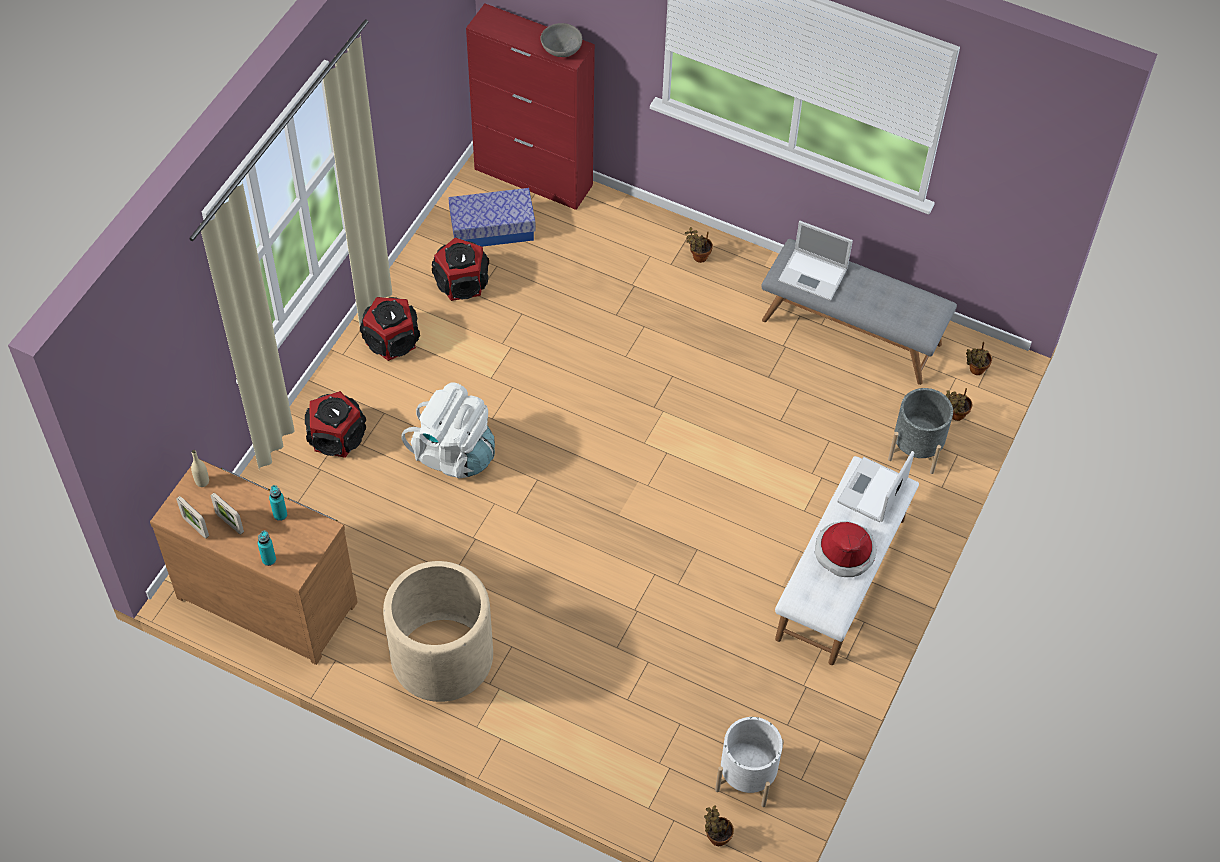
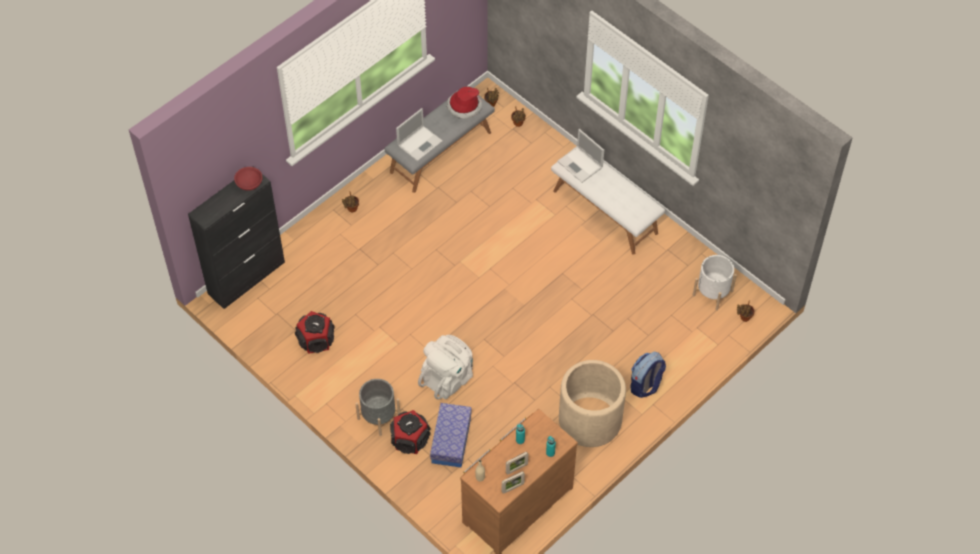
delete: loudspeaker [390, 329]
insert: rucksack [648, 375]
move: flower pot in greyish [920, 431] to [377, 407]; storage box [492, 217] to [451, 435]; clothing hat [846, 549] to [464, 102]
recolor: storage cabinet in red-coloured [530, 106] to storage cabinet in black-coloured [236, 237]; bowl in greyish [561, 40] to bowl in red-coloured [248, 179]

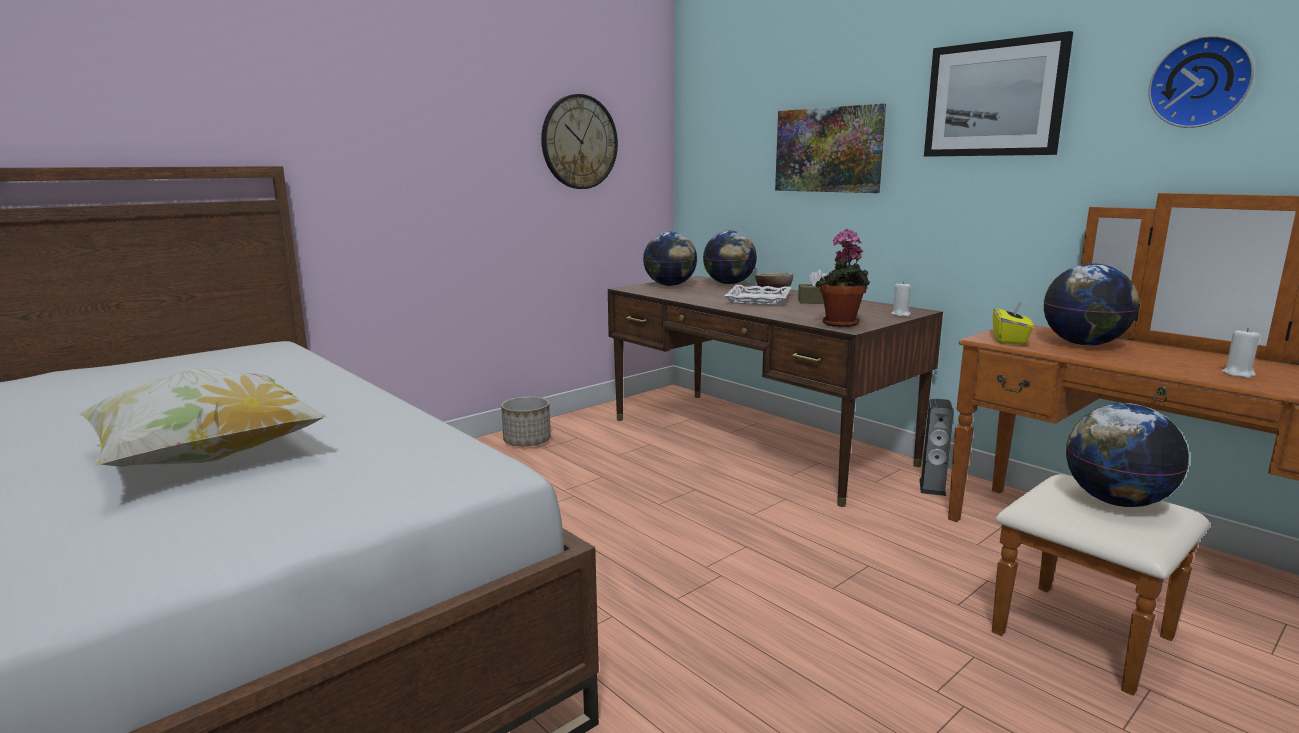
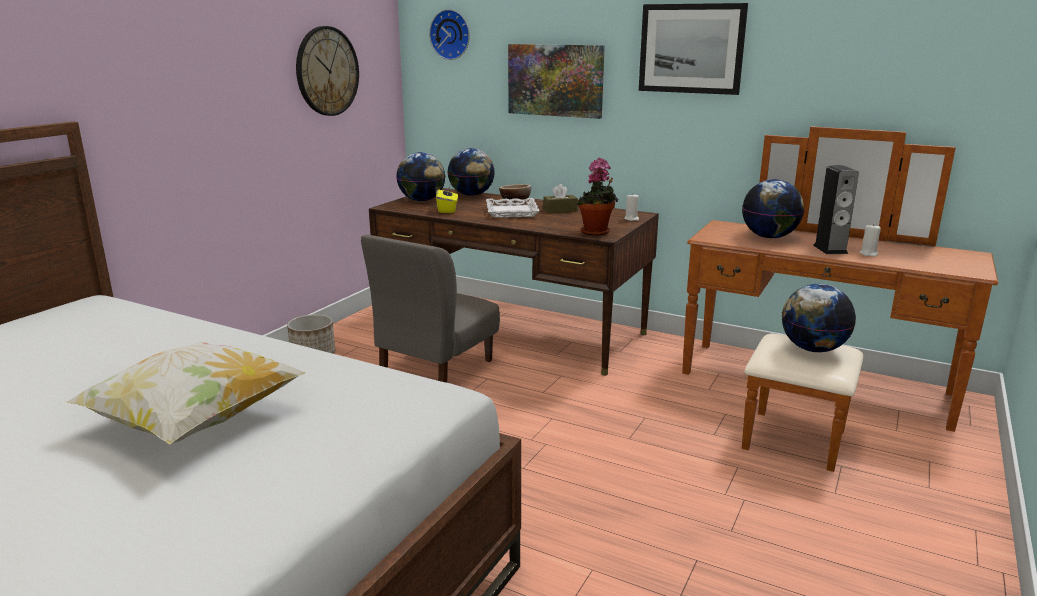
insert: plain chair in greyish [430, 309]
move: wall clock [1201, 81] to [449, 34]; tissue holder in yellowish [1013, 323] to [447, 199]; loudspeaker [936, 447] to [836, 209]

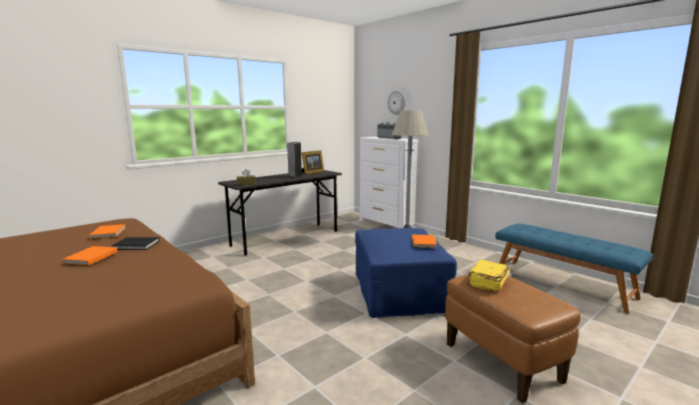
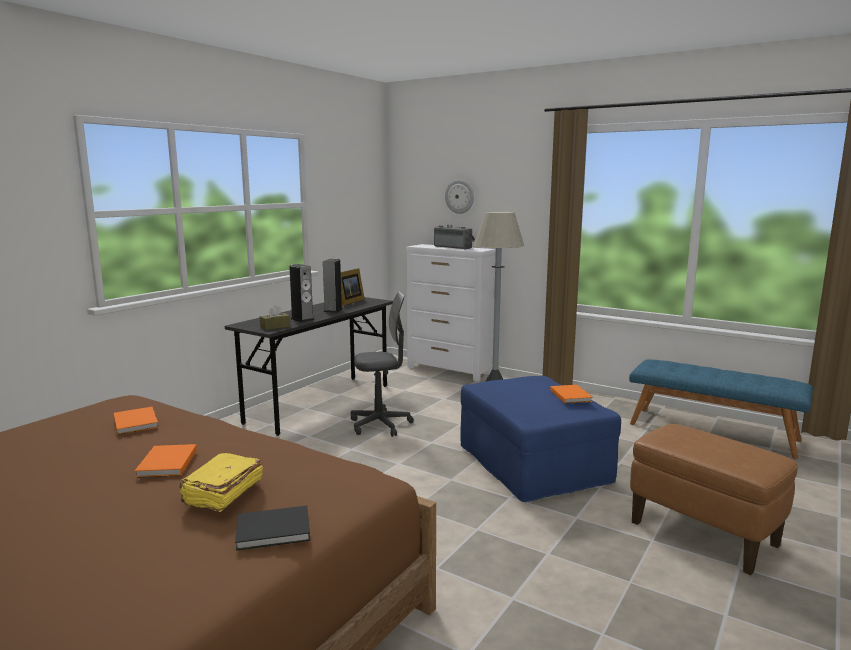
insert: loudspeaker [301, 293]; desk chair in greyish [382, 364]
move: bound book in yellowish [488, 276] to [221, 482]; bound book in black-coloured [135, 243] to [272, 528]

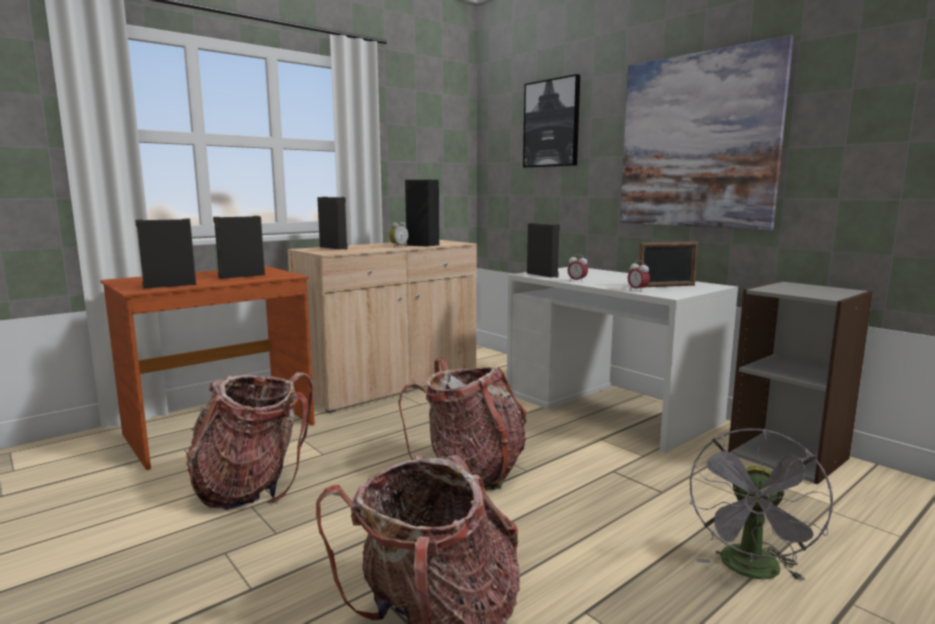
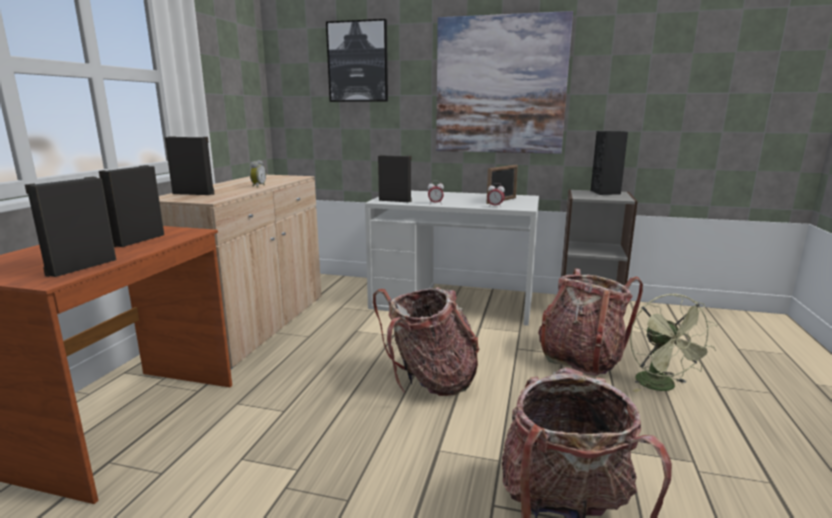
move: rucksack [250, 441] to [590, 322]; loudspeaker in black-coloured [422, 213] to [609, 163]
recolor: cooling fan in greyish [761, 504] to cooling fan in green-coloured [674, 343]

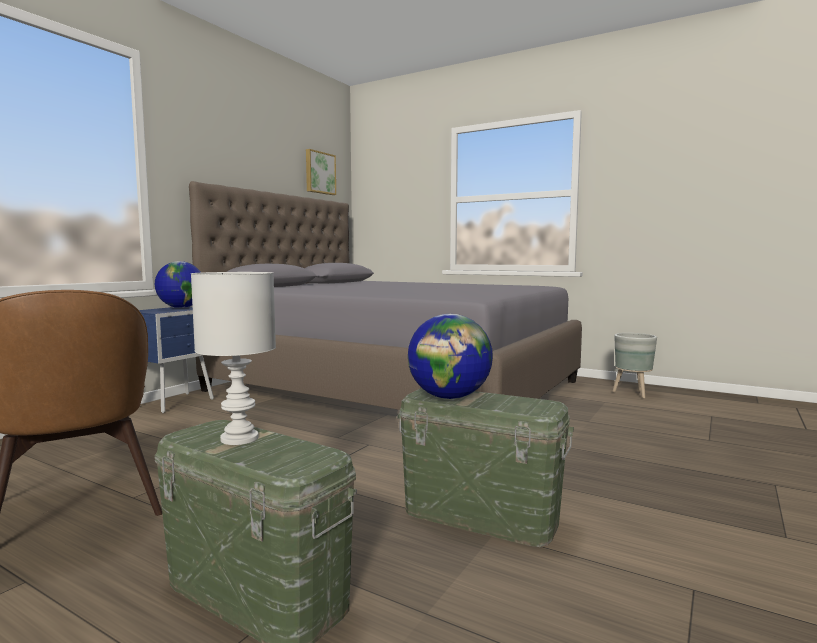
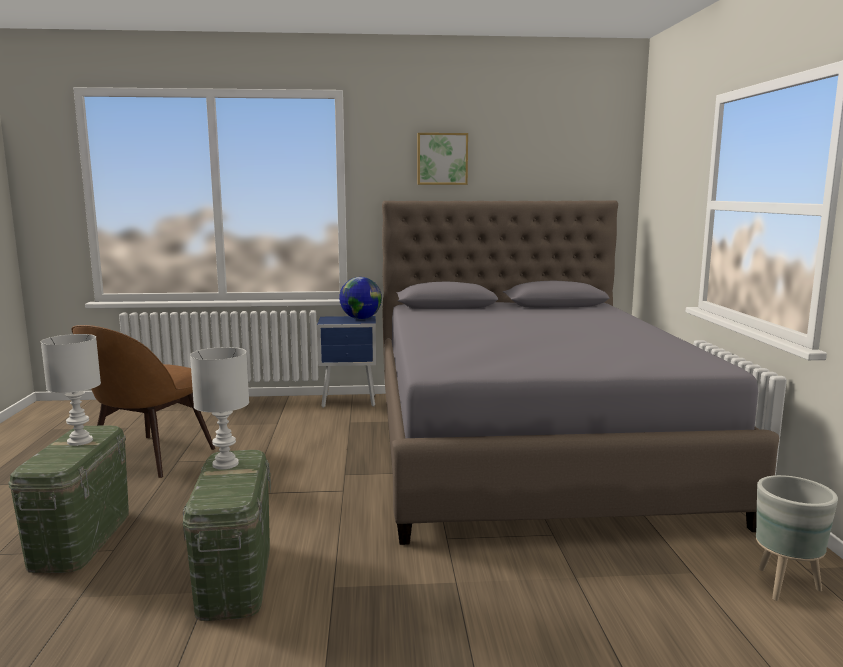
move: wall art [321, 172] to [443, 159]
replace: globe [450, 356] to lamp for a table in white-coloured [219, 408]

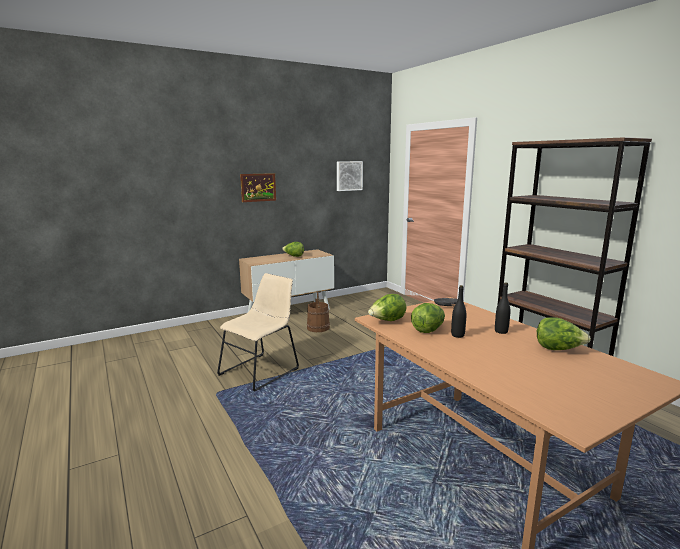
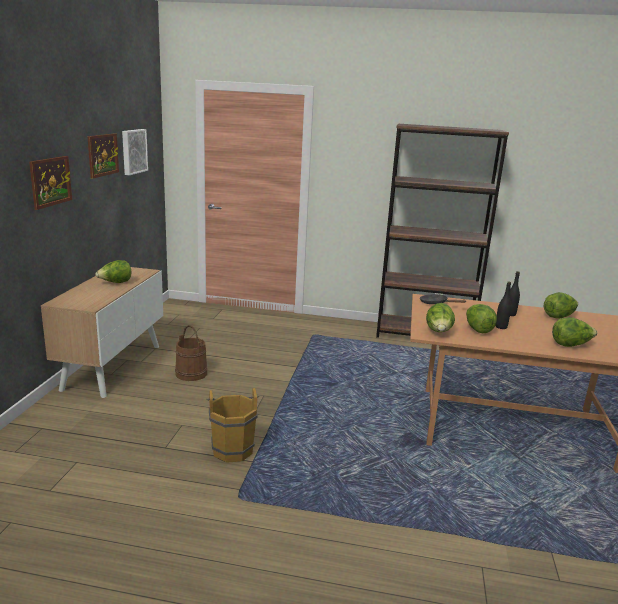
insert: wall art [103, 156]; lettuce head [574, 332]
replace: plain chair in beige [258, 332] to water bucket in brown-coloured [232, 425]

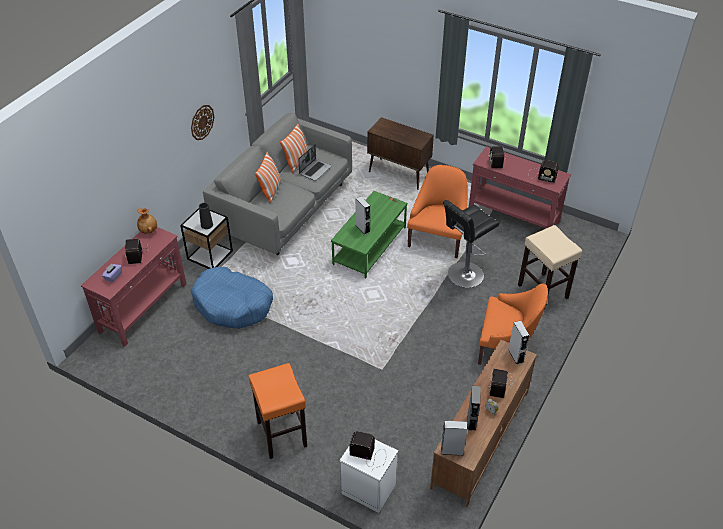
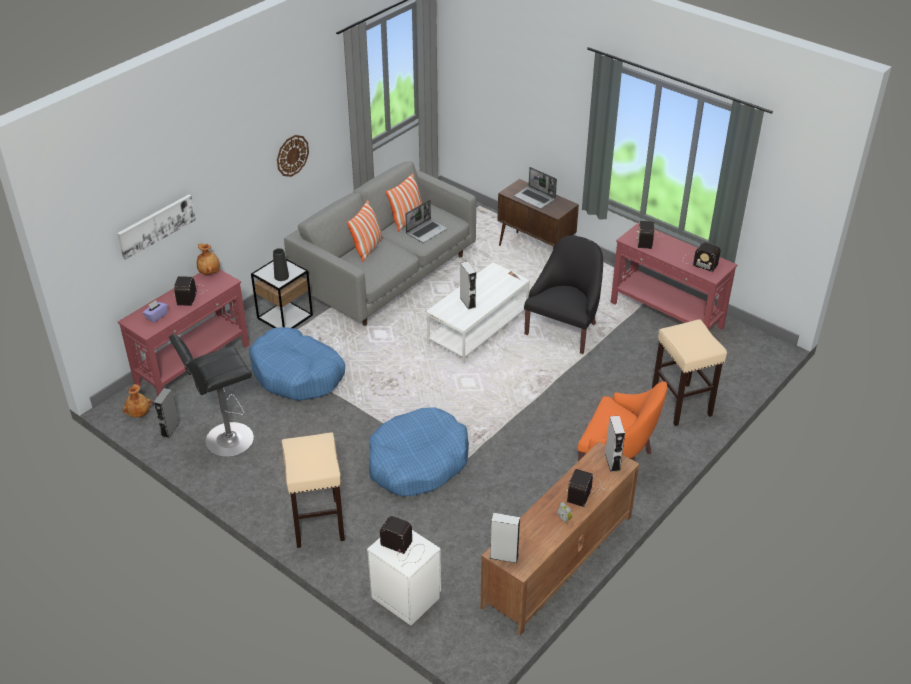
insert: wall art [156, 227]; flower vase in brown-coloured [137, 400]; dog cushion in blue-coloured [419, 451]; notebook computer [535, 188]
move: loudspeaker in greyish [474, 408] to [166, 413]; stool in black-coloured [471, 244] to [211, 395]
recolor: stool in orange [277, 411] to stool in beige [313, 490]; lounge table in green-coloured [369, 234] to lounge table in white-coloured [478, 312]; easy chair in orange [437, 211] to easy chair in black-coloured [563, 295]

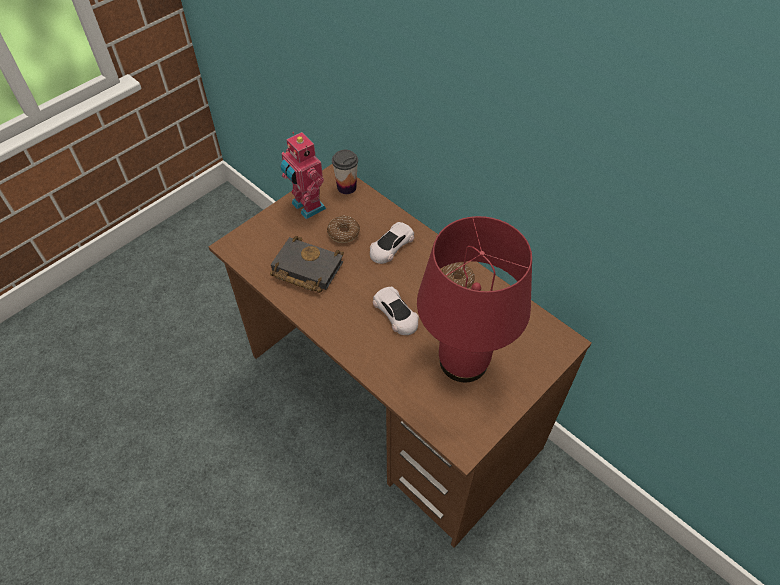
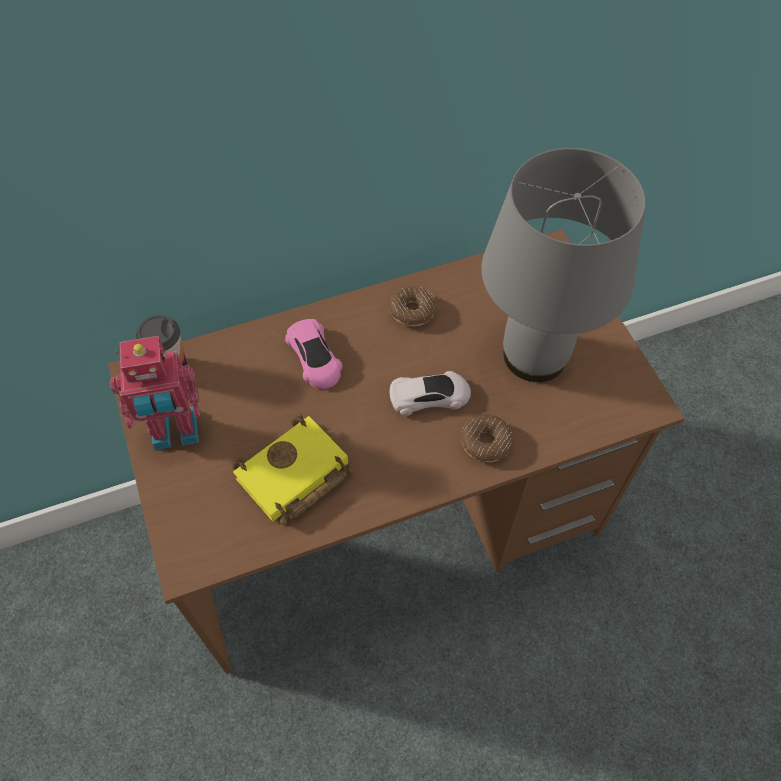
move: ring doughnut [343, 229] to [487, 438]
recolor: bound book in black-coloured [307, 264] to bound book in yellowish [292, 469]; toy car in white-coloured [392, 243] to toy car in pink-coloured [313, 354]; lamp for a table in red-coloured [474, 299] to lamp for a table in greyish [563, 265]

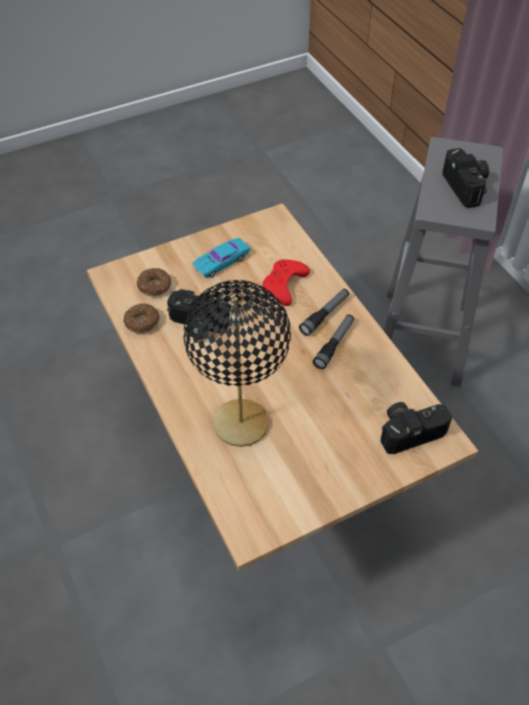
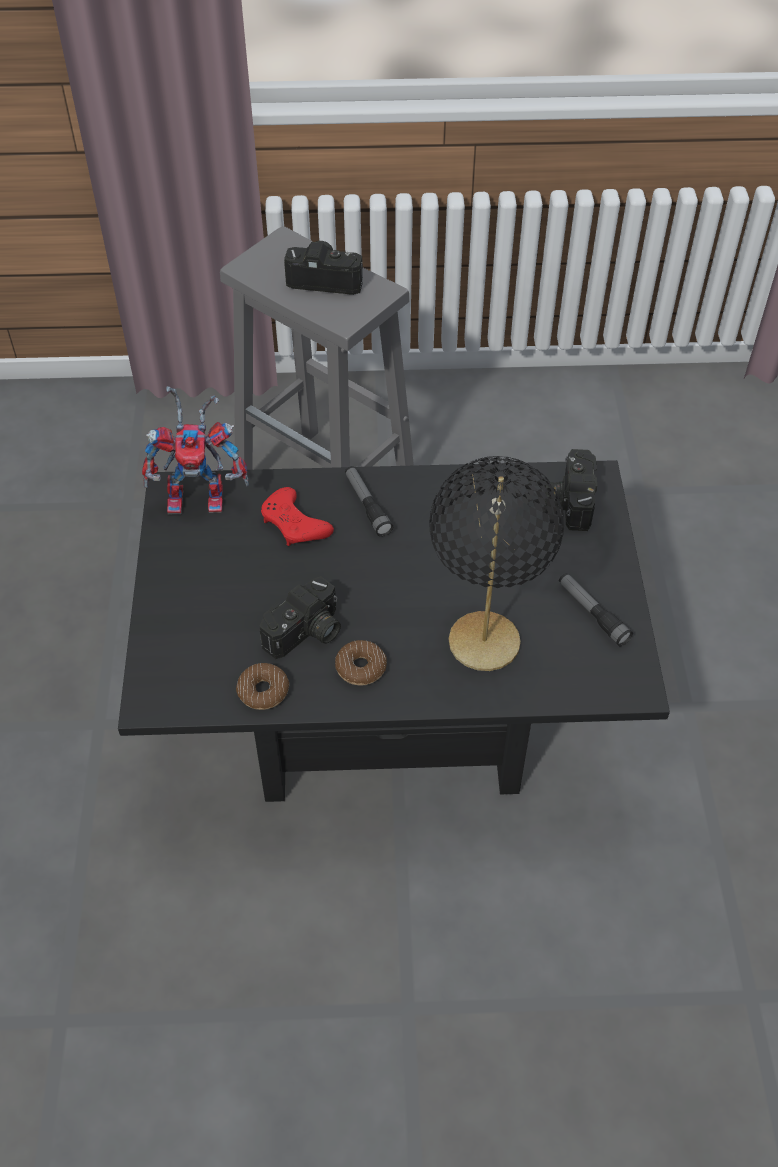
delete: toy car in turquoise-coloured [221, 257]
insert: model robot [195, 450]
move: ring doughnut [154, 282] to [361, 663]; torch [333, 341] to [596, 609]
recolor: lounge table in beige [282, 387] to lounge table in black-coloured [394, 631]

